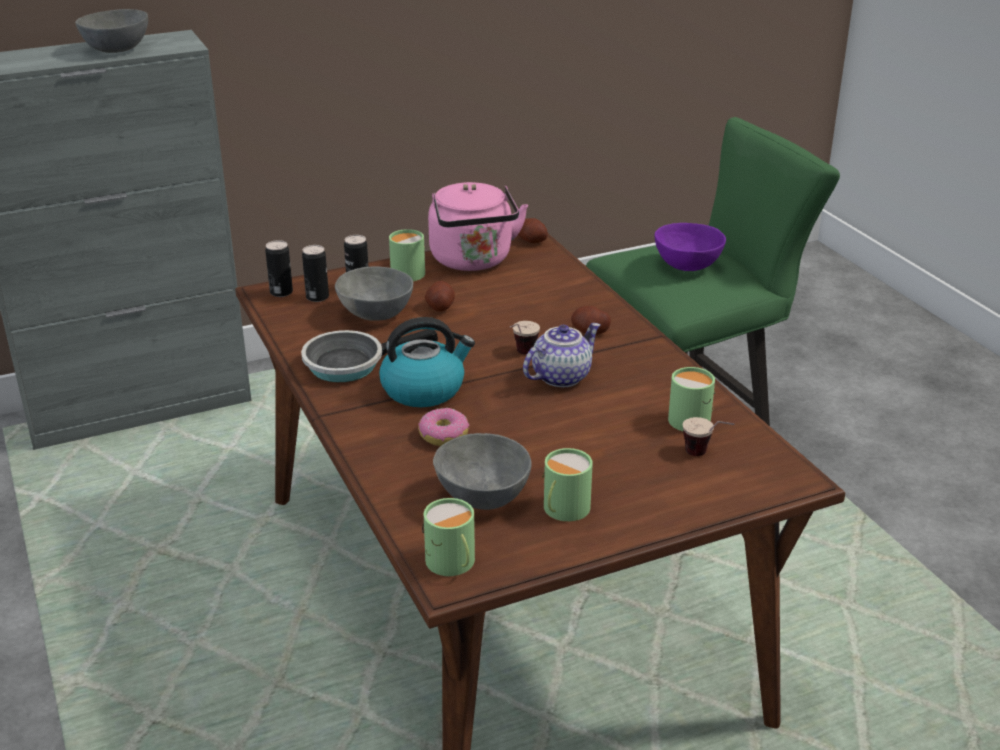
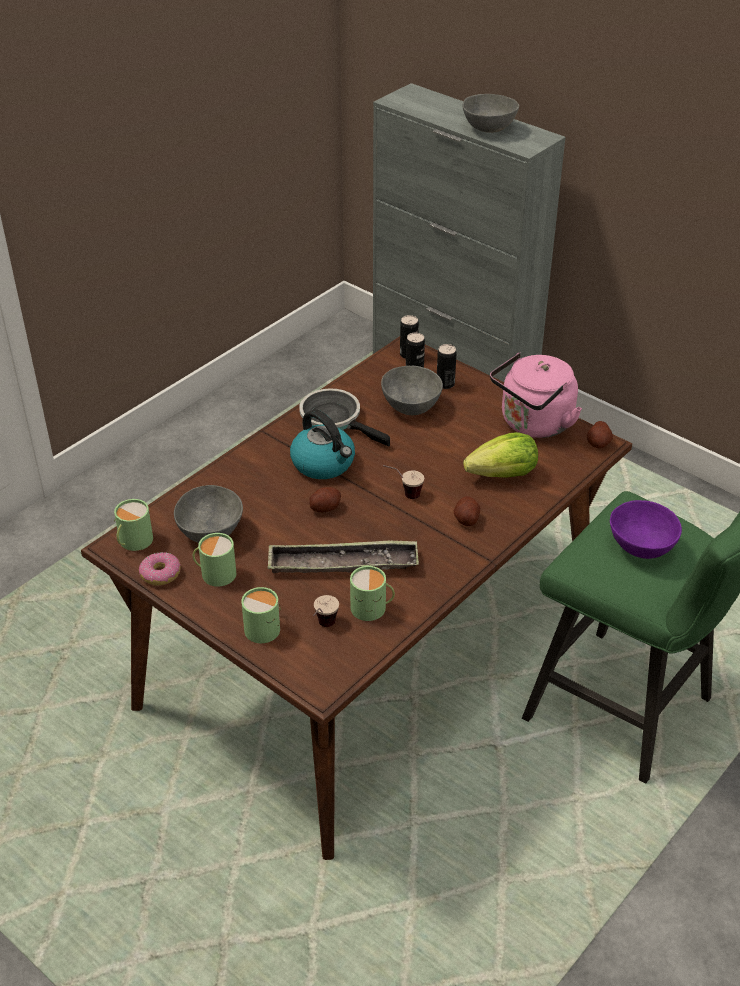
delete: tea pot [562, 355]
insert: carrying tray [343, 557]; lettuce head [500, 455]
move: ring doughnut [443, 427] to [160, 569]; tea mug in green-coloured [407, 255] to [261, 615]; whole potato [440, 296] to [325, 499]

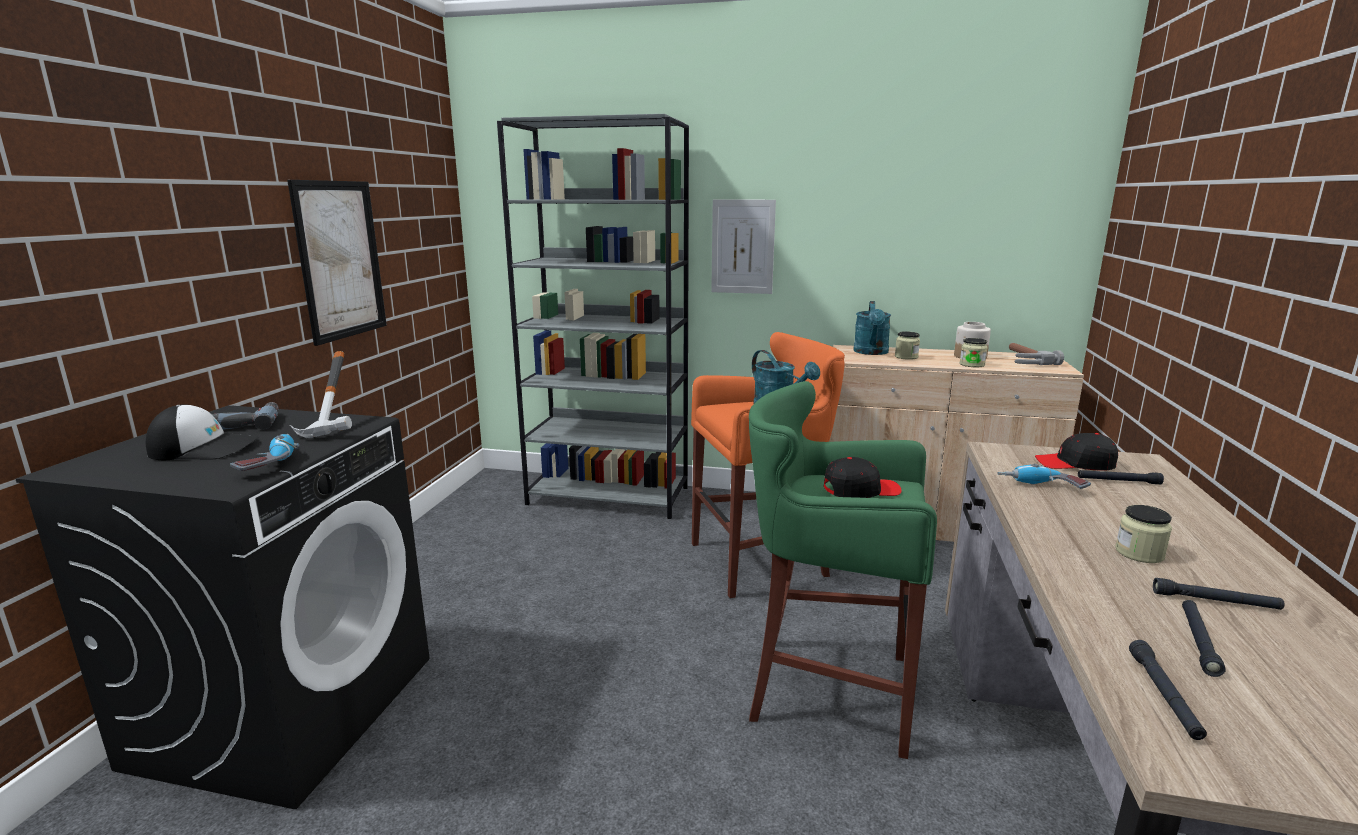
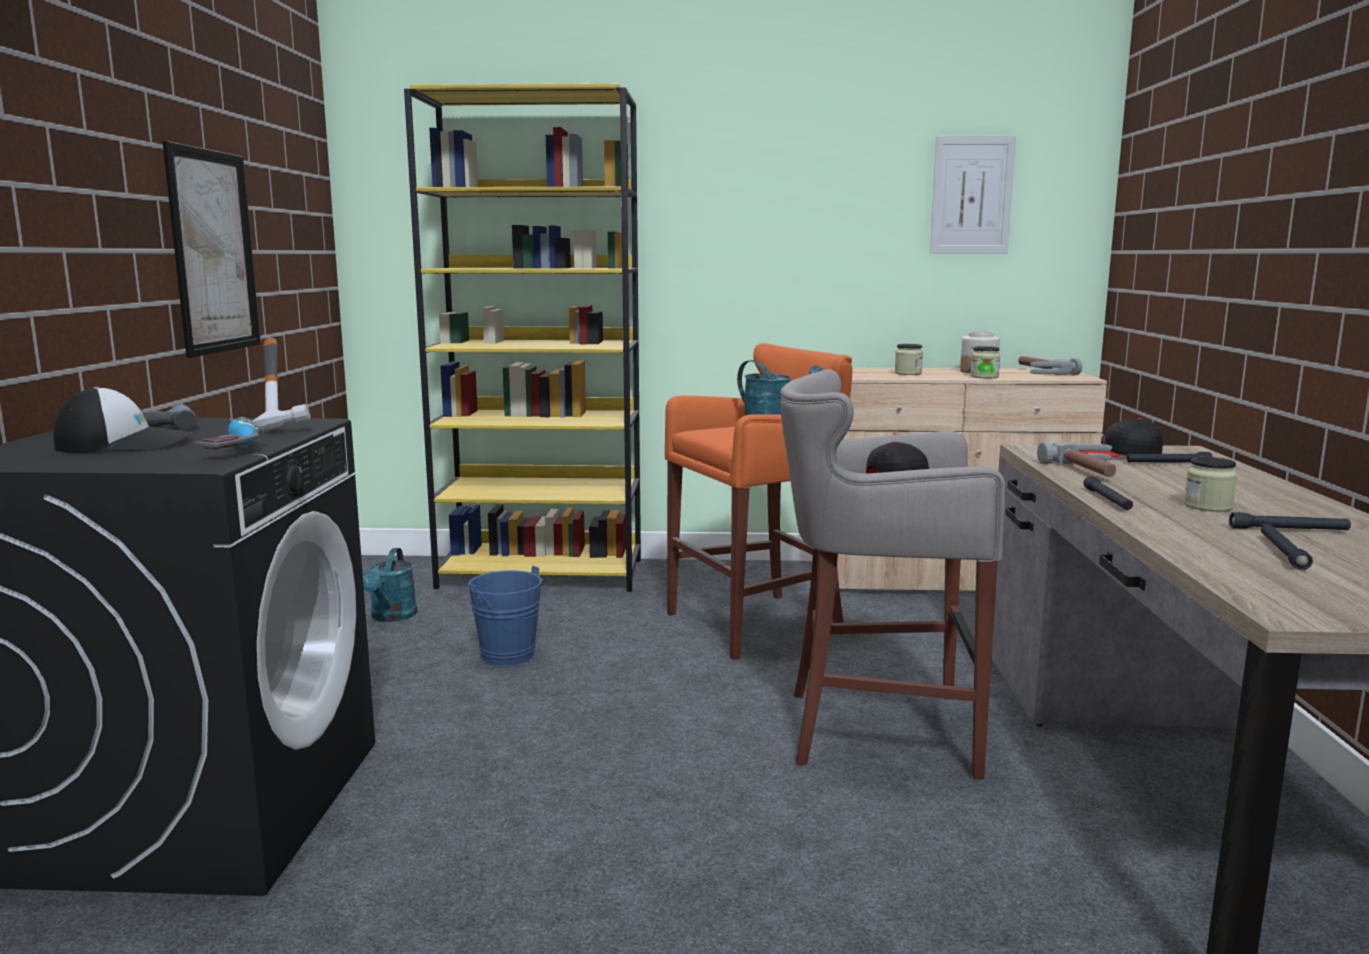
insert: water bucket in blue-coloured [510, 616]
move: sprinkling can in turquoise-coloured [872, 328] to [390, 585]; wall art [743, 247] to [973, 194]; torch in black-coloured [1168, 690] to [1108, 493]
replace: drill [1044, 476] to hammer [1076, 459]
recolor: shelving unit in greyish [593, 316] to shelving unit in yellowish [522, 337]; stool in green-coloured [843, 570] to stool in greyish [892, 574]

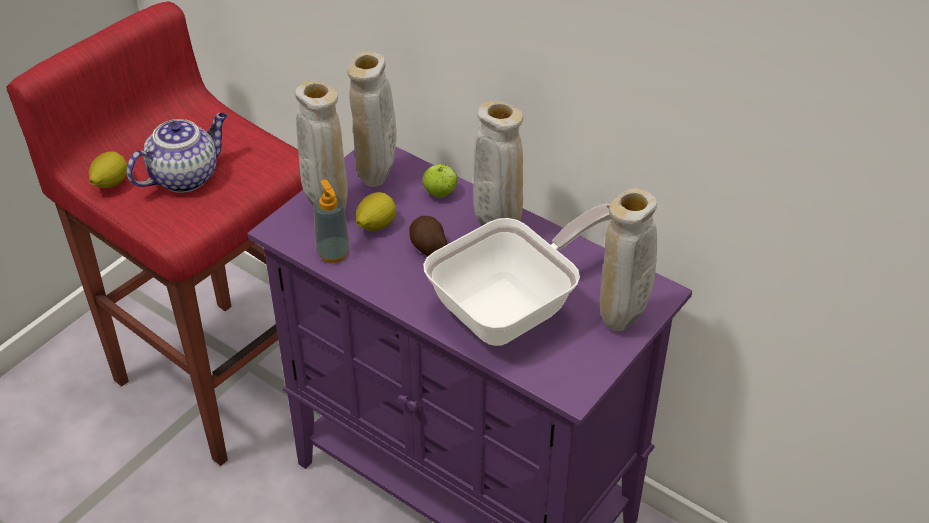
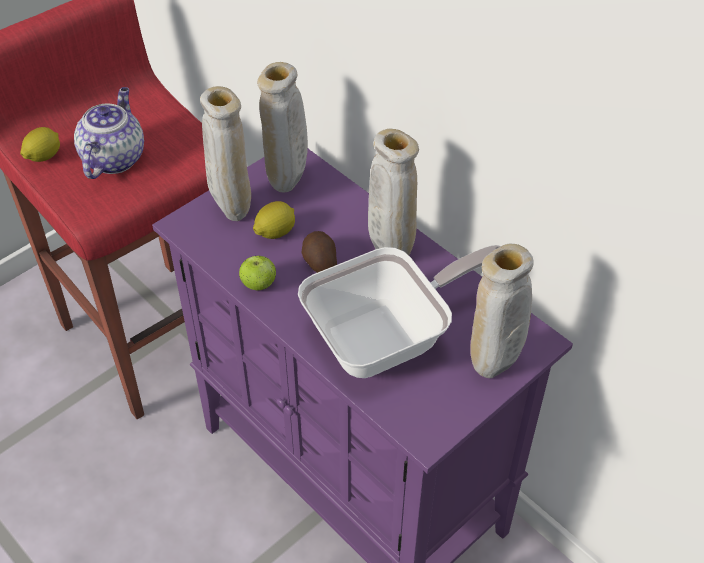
delete: soap bottle [331, 221]
move: whole apple [440, 181] to [257, 272]
rotate: tea pot [176, 153] = [109, 133] 45 degrees counterclockwise

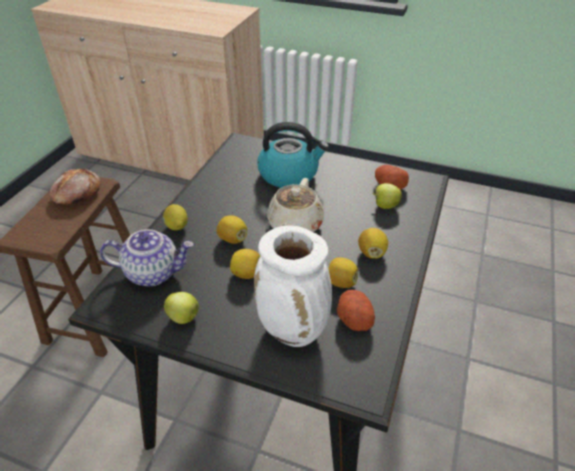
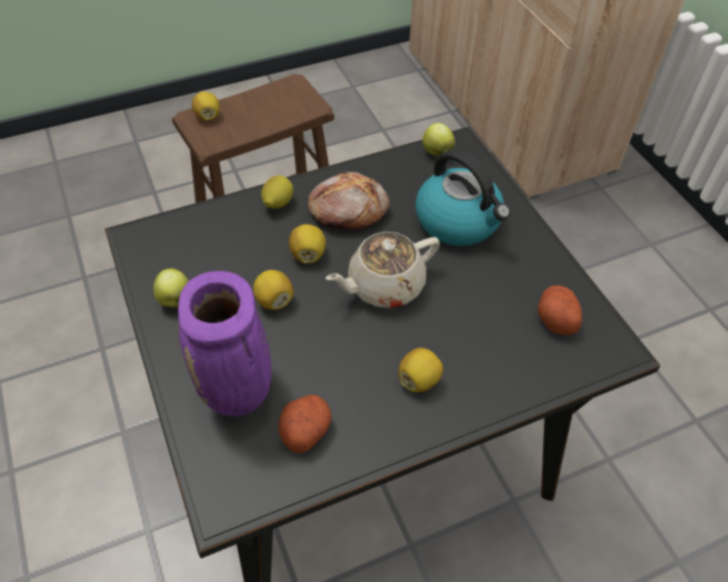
delete: tea pot [147, 257]
move: lemon [343, 272] to [206, 106]; baked bread [75, 186] to [349, 201]; whole apple [387, 196] to [438, 139]
recolor: flower vase in white-coloured [293, 286] to flower vase in purple-coloured [225, 343]

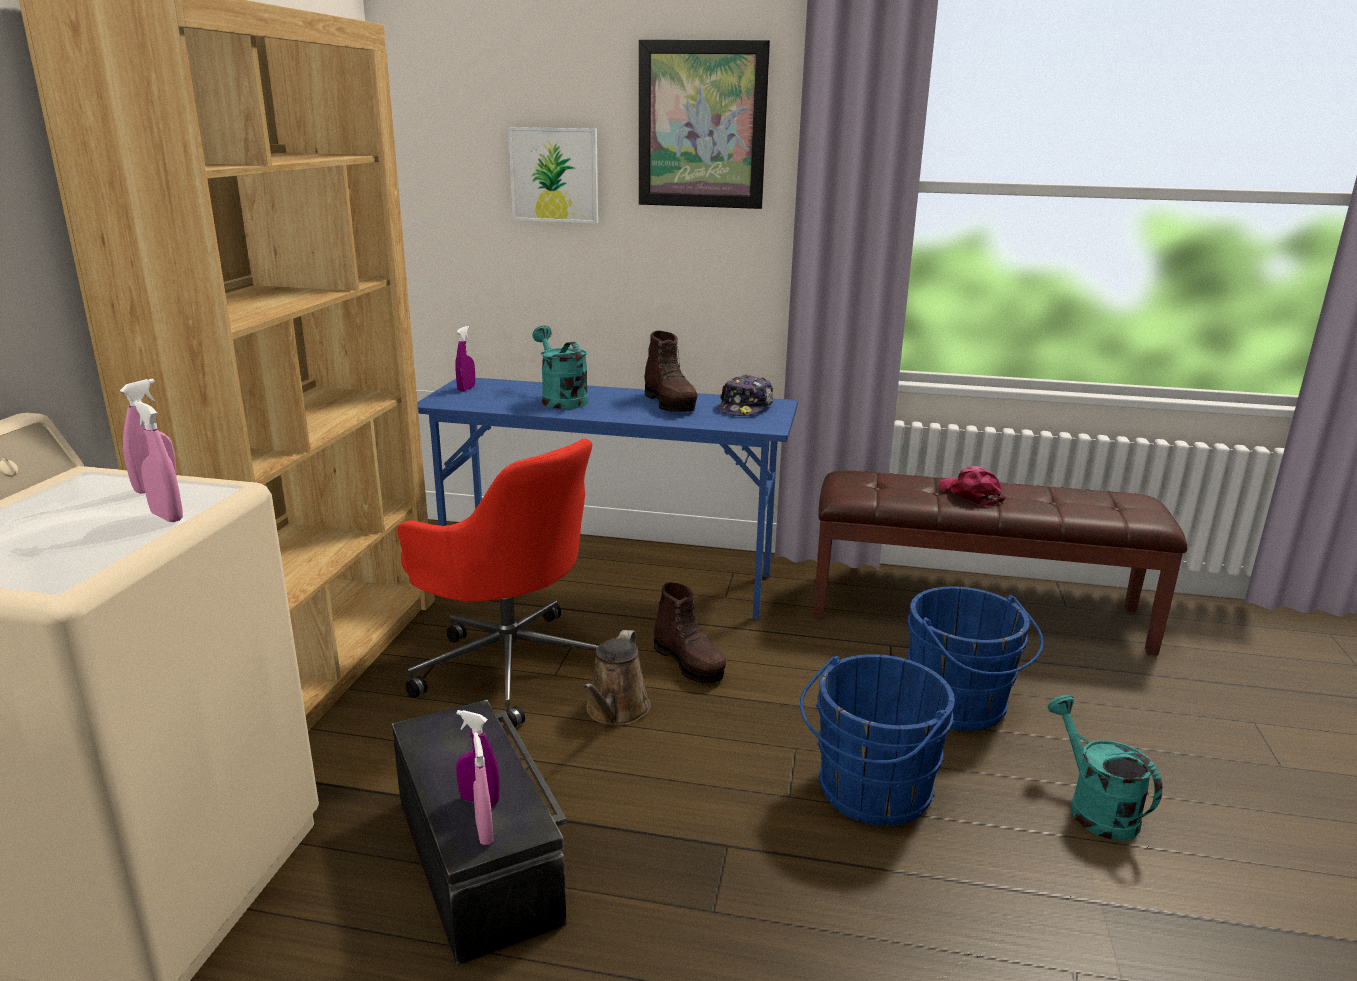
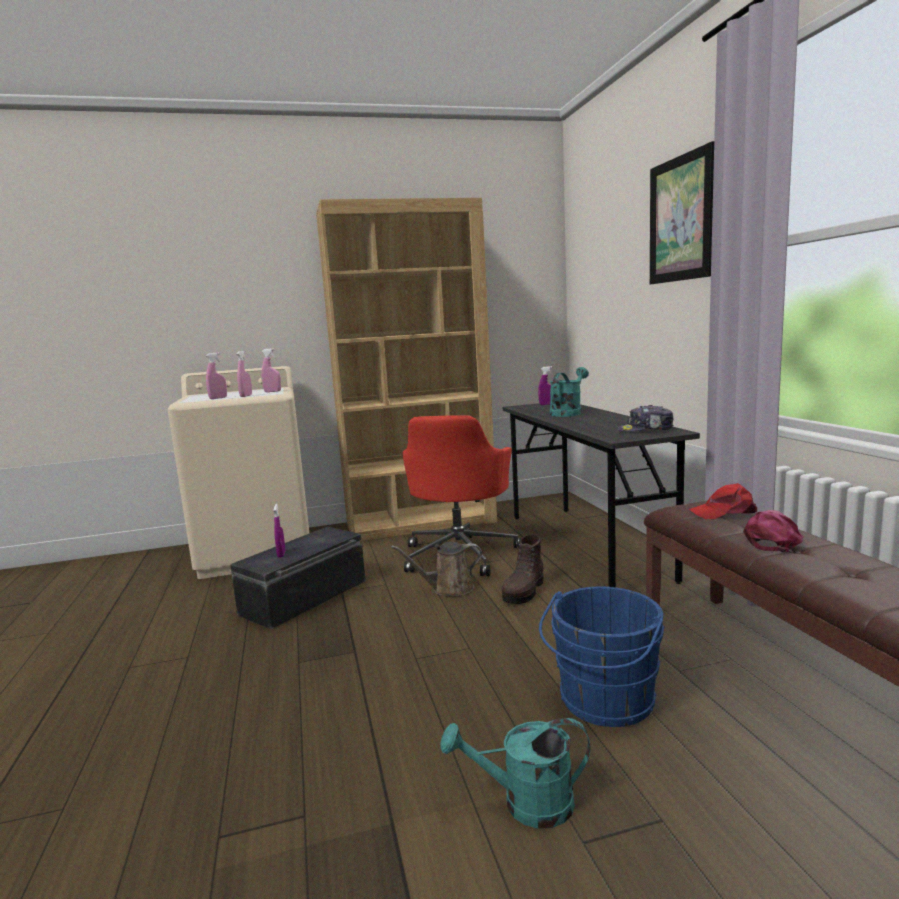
delete: wall art [553, 175]; tall boot in brown-coloured [670, 371]; water bucket in blue-coloured [877, 740]
insert: baseball cap in red-coloured [723, 501]
move: spray bottle in pink-coloured [483, 788] to [216, 375]
recolor: desk in blue-coloured [608, 498] to desk in greyish [601, 495]
rotate: sprinkling can in turquoise-coloured [1105, 768] = [515, 773] 135 degrees counterclockwise

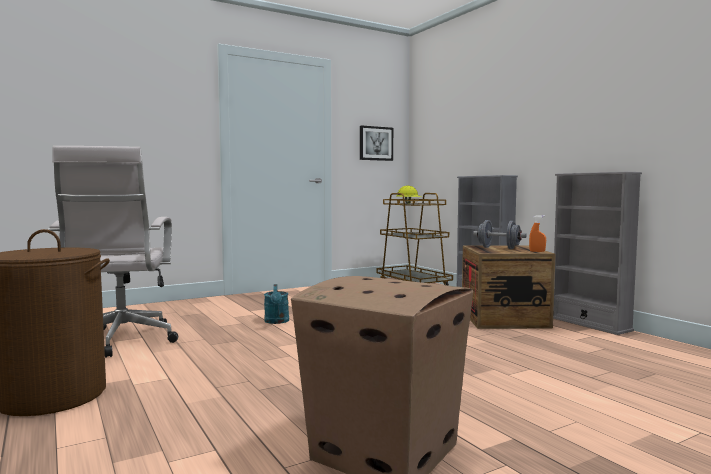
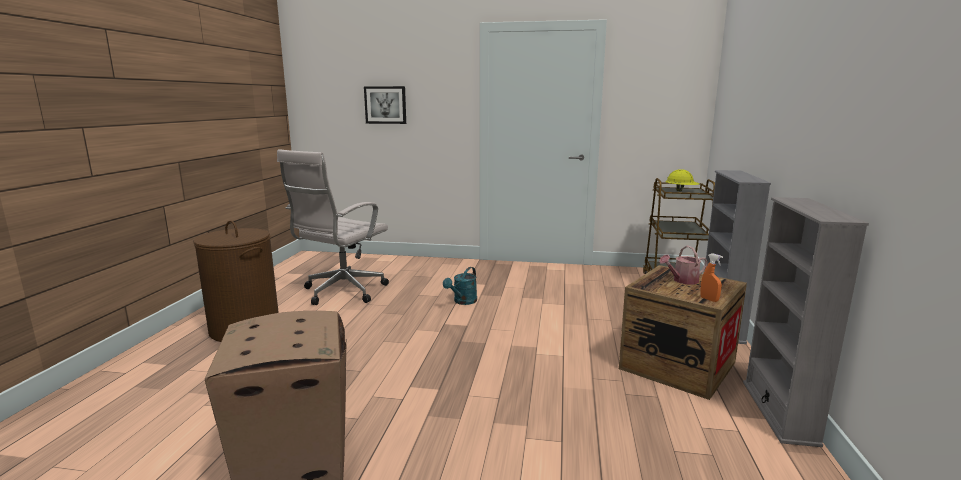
move: wall art [376, 143] to [385, 105]
replace: dumbbell in greyish [500, 234] to sprinkling can [683, 265]

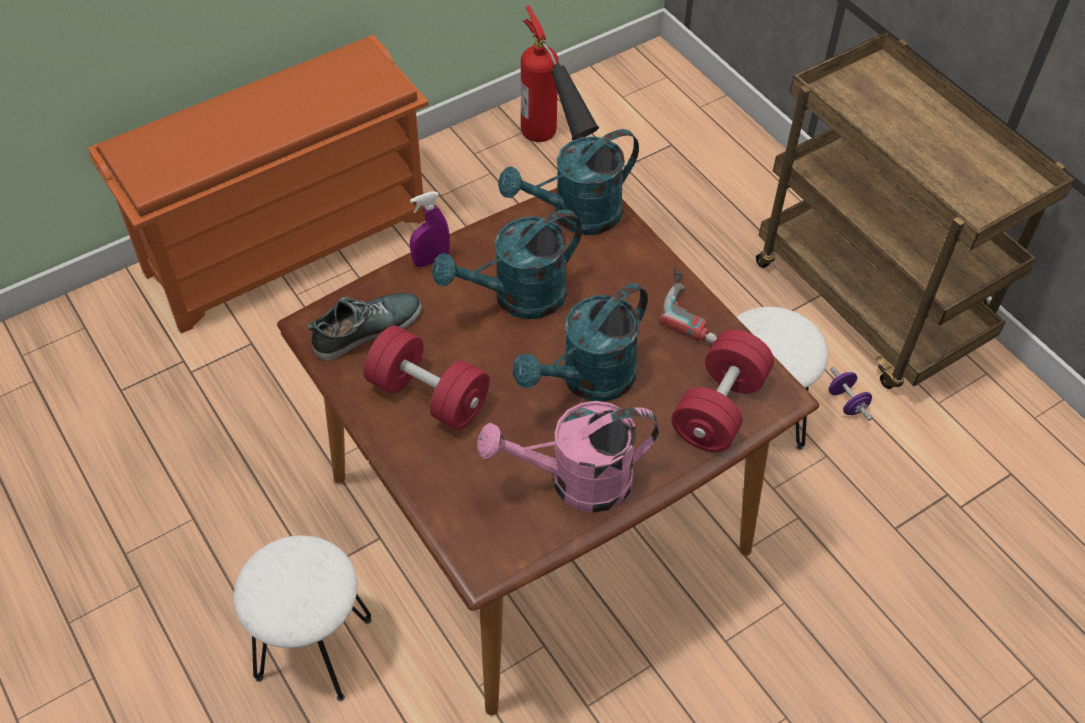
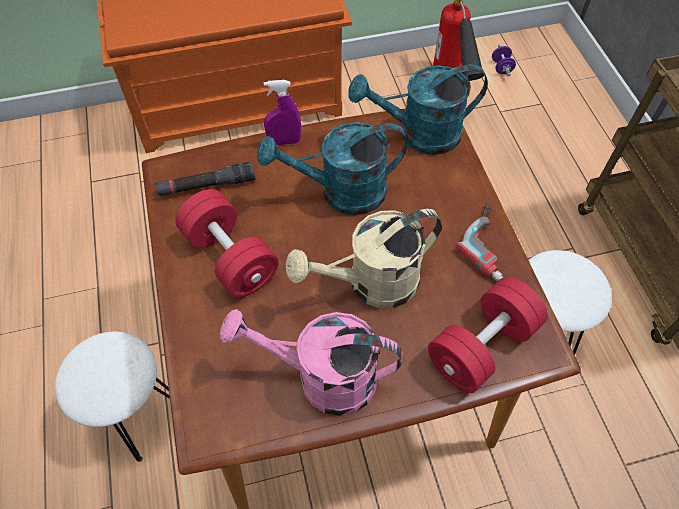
move: dumbbell in purple-coloured [850, 394] to [504, 60]
replace: item of footwear [364, 327] to torch in black-coloured [205, 179]
recolor: sprinkling can in turquoise-coloured [580, 342] to sprinkling can in beige [363, 258]

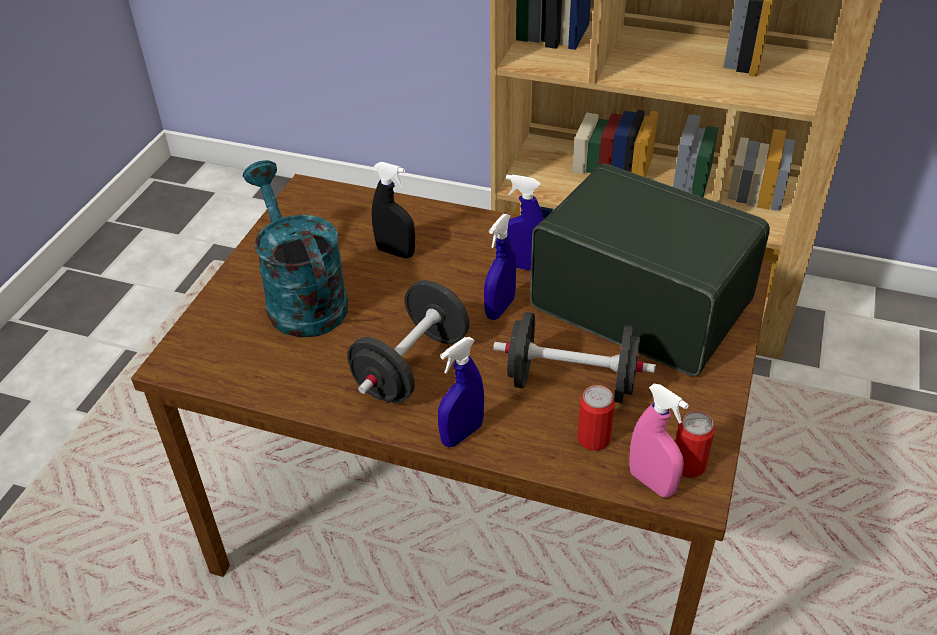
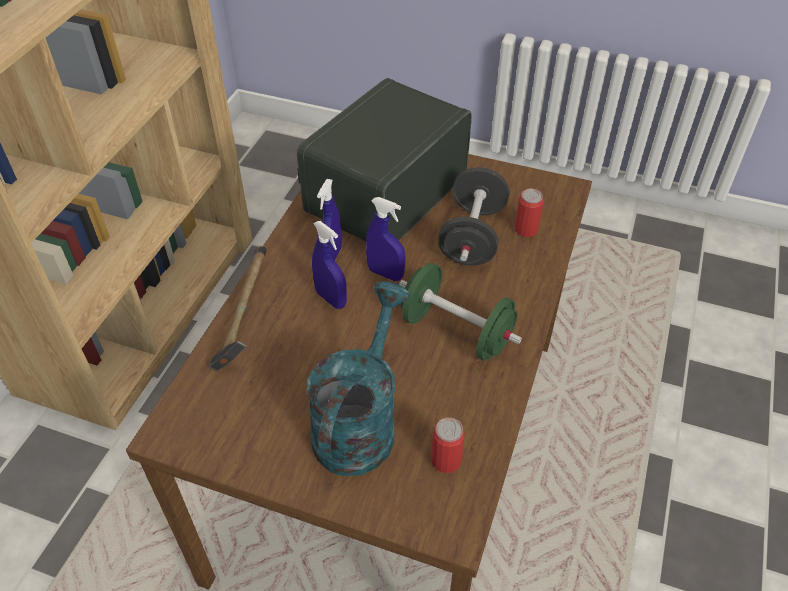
delete: spray bottle in black-coloured [393, 210]; spray bottle in pink-coloured [659, 440]
insert: hammer [238, 308]
move: spray bottle in blue-coloured [461, 392] to [329, 265]; can [694, 444] to [448, 445]
recolor: dumbbell in black-coloured [408, 341] to dumbbell in green-coloured [460, 312]
rotate: sprinkling can in turquoise-coloured [295, 249] = [358, 378] 135 degrees clockwise

